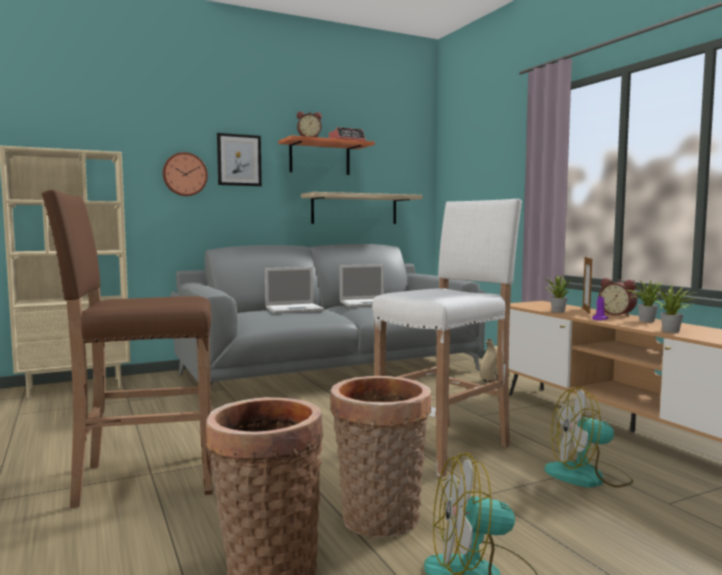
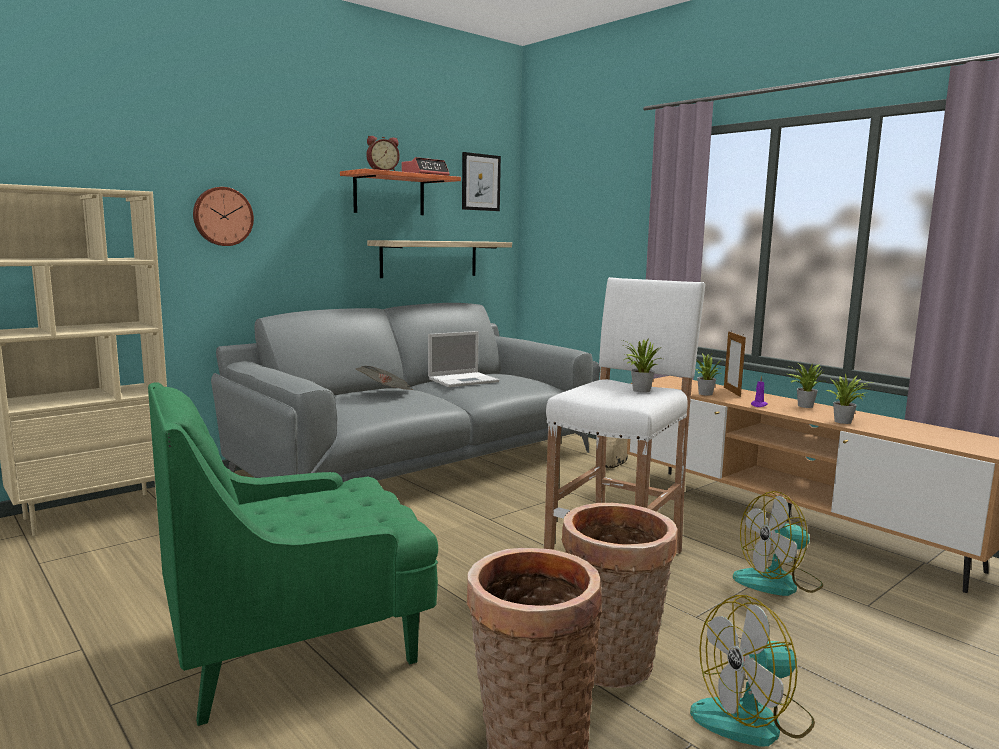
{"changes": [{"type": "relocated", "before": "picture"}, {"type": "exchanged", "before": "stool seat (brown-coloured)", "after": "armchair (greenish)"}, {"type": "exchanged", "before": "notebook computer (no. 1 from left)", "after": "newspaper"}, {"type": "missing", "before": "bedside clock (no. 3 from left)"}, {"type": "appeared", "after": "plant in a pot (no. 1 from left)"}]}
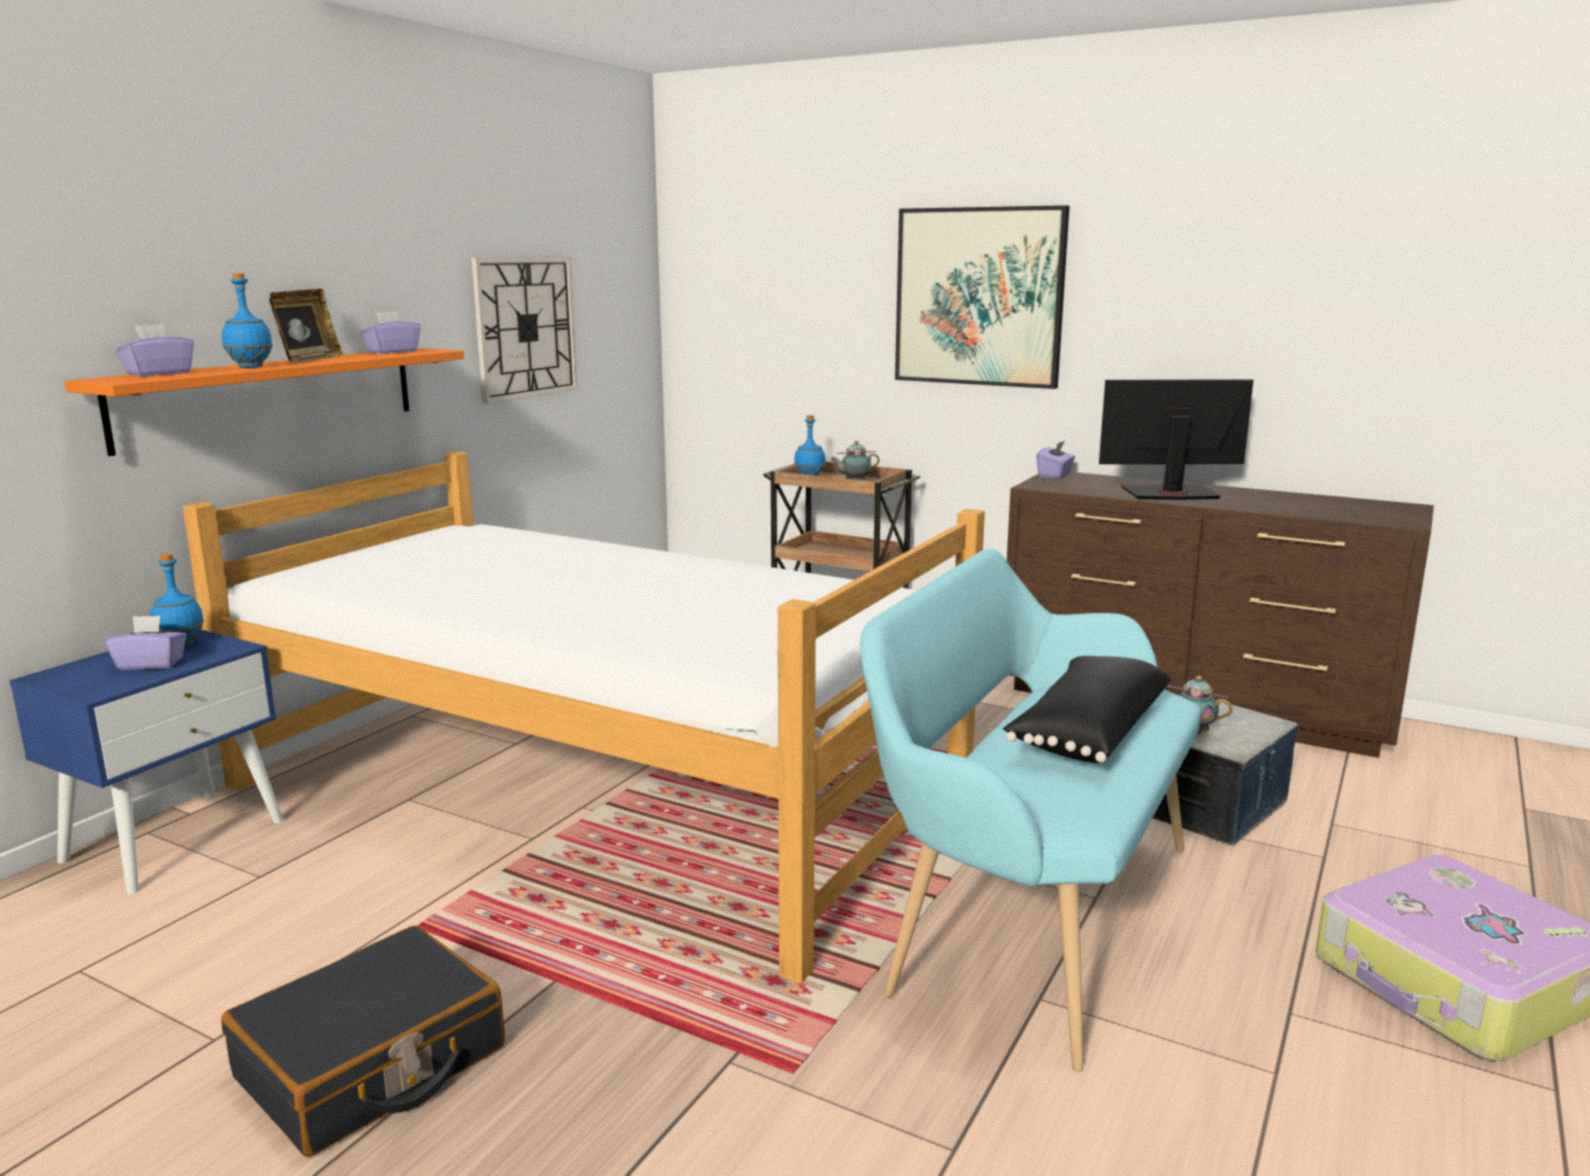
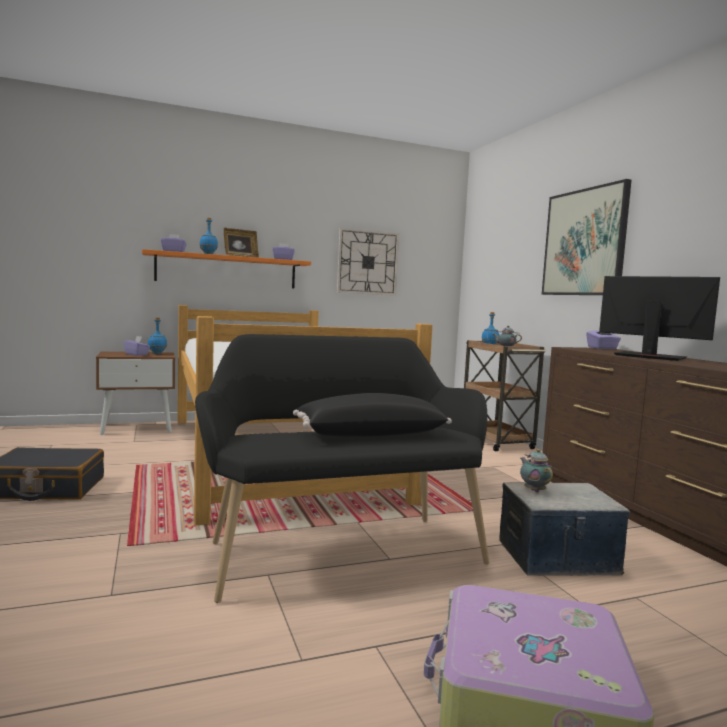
{"changes": [{"type": "colour", "before": "bench (turquoise)", "after": "bench (black)"}, {"type": "colour", "before": "bedside table (blue)", "after": "bedside table (brown-coloured)"}]}
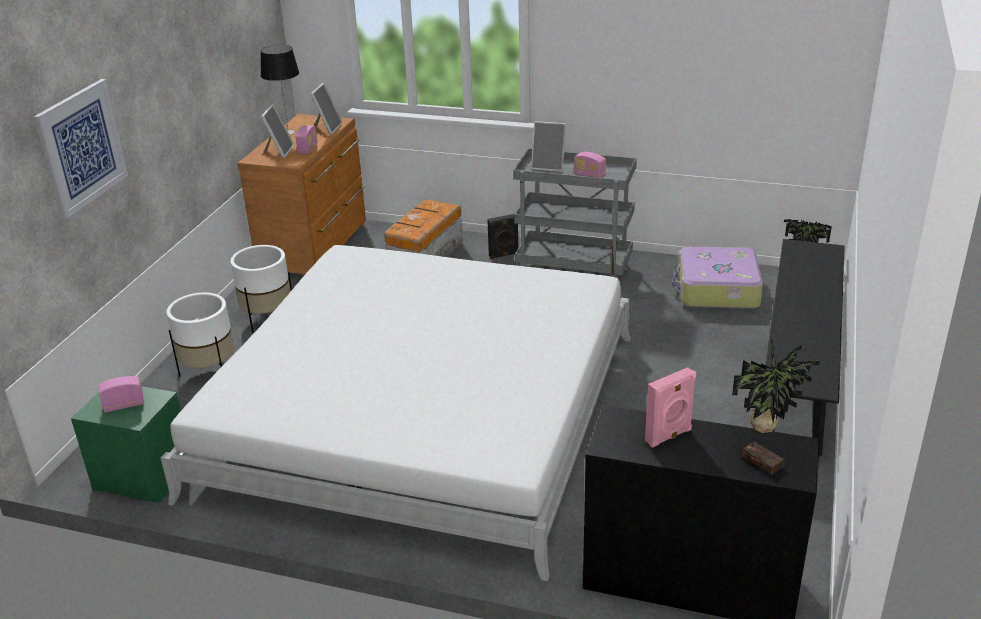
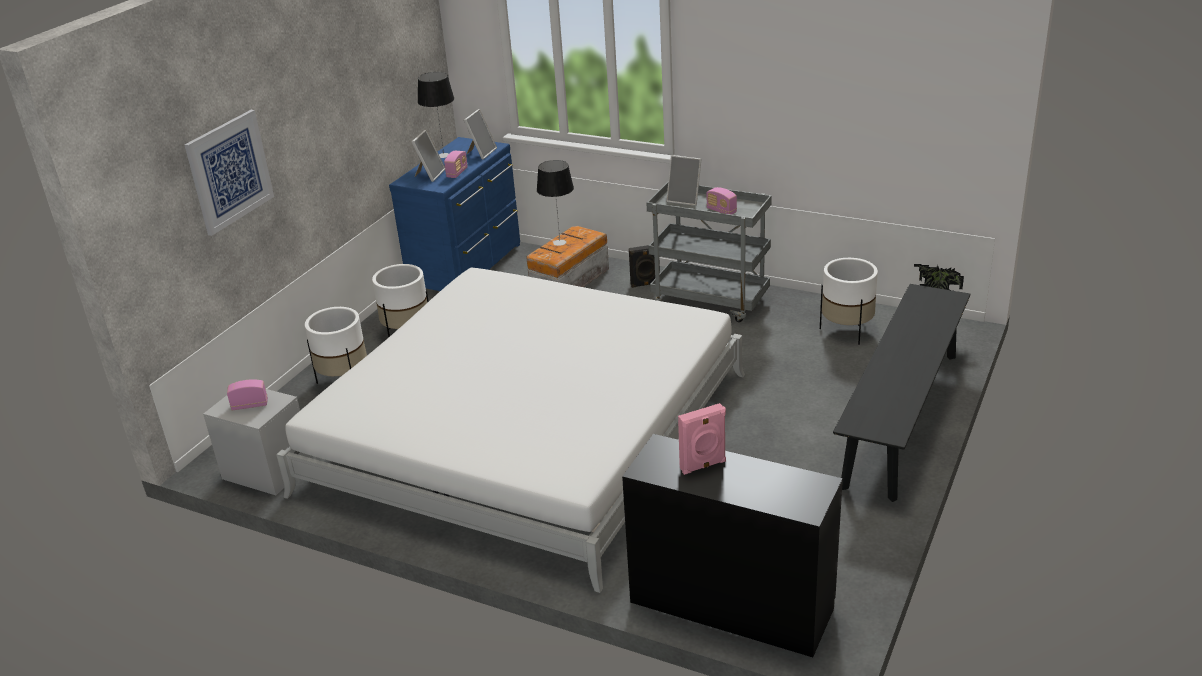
{"changes": [{"type": "colour", "before": "drawer chest (brown-coloured)", "after": "drawer chest (blue)"}, {"type": "exchanged", "before": "suitcase", "after": "plant pot (white-coloured) (no. 3 from left)"}, {"type": "missing", "before": "plant in a pot (no. 1 from left)"}, {"type": "colour", "before": "bedside table (greenish)", "after": "bedside table (greyish)"}, {"type": "appeared", "after": "table lamp (no. 2 from left)"}]}
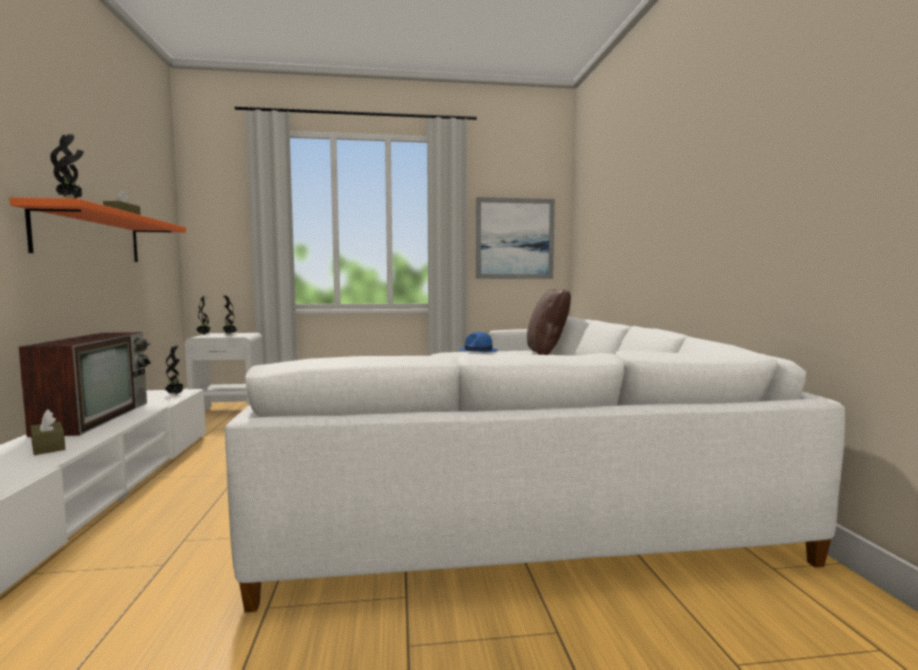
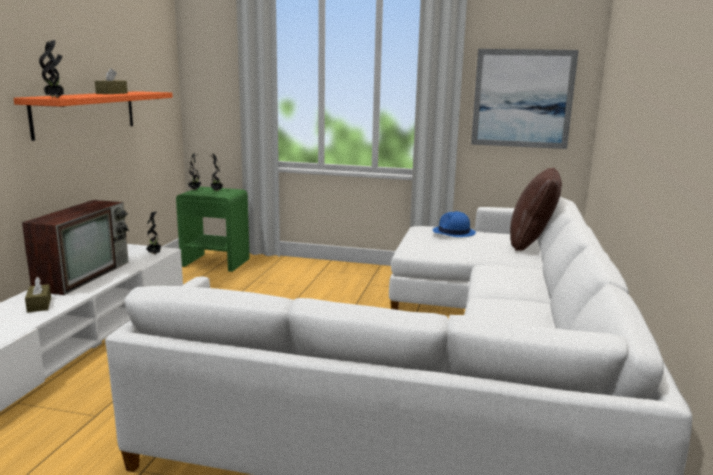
{"changes": [{"type": "colour", "before": "bedside table (white-coloured)", "after": "bedside table (greenish)"}]}
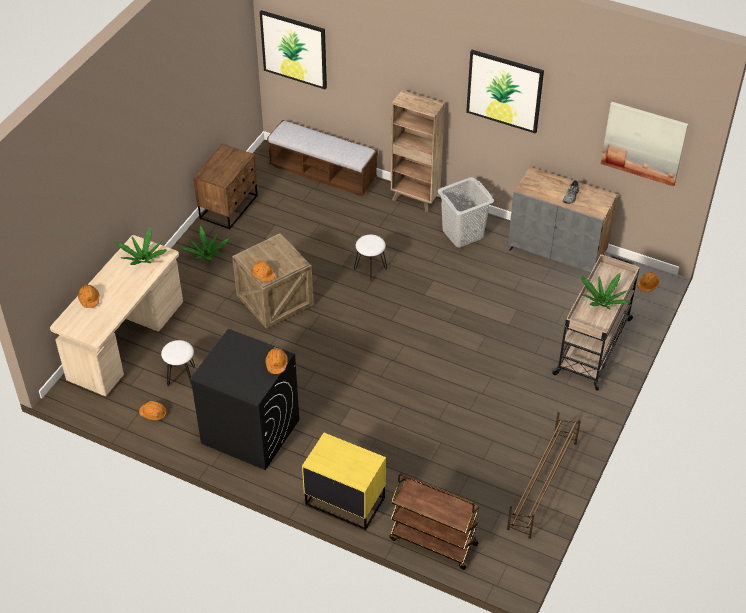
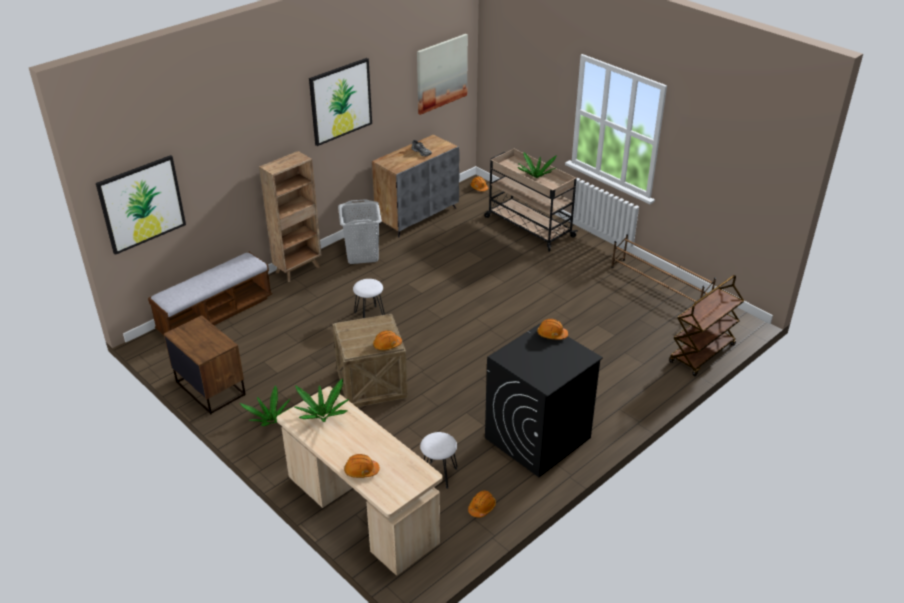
{"changes": [{"type": "missing", "before": "bedside table (yellowish)"}]}
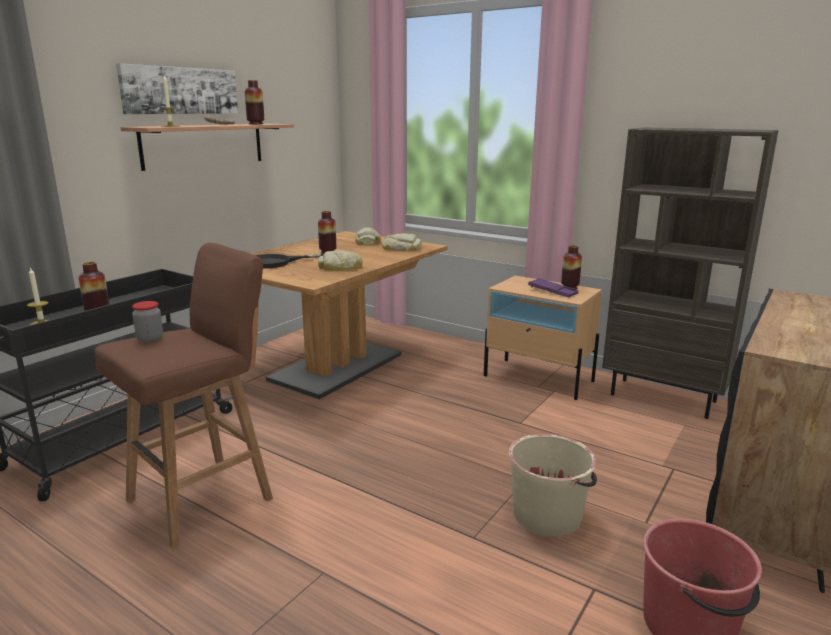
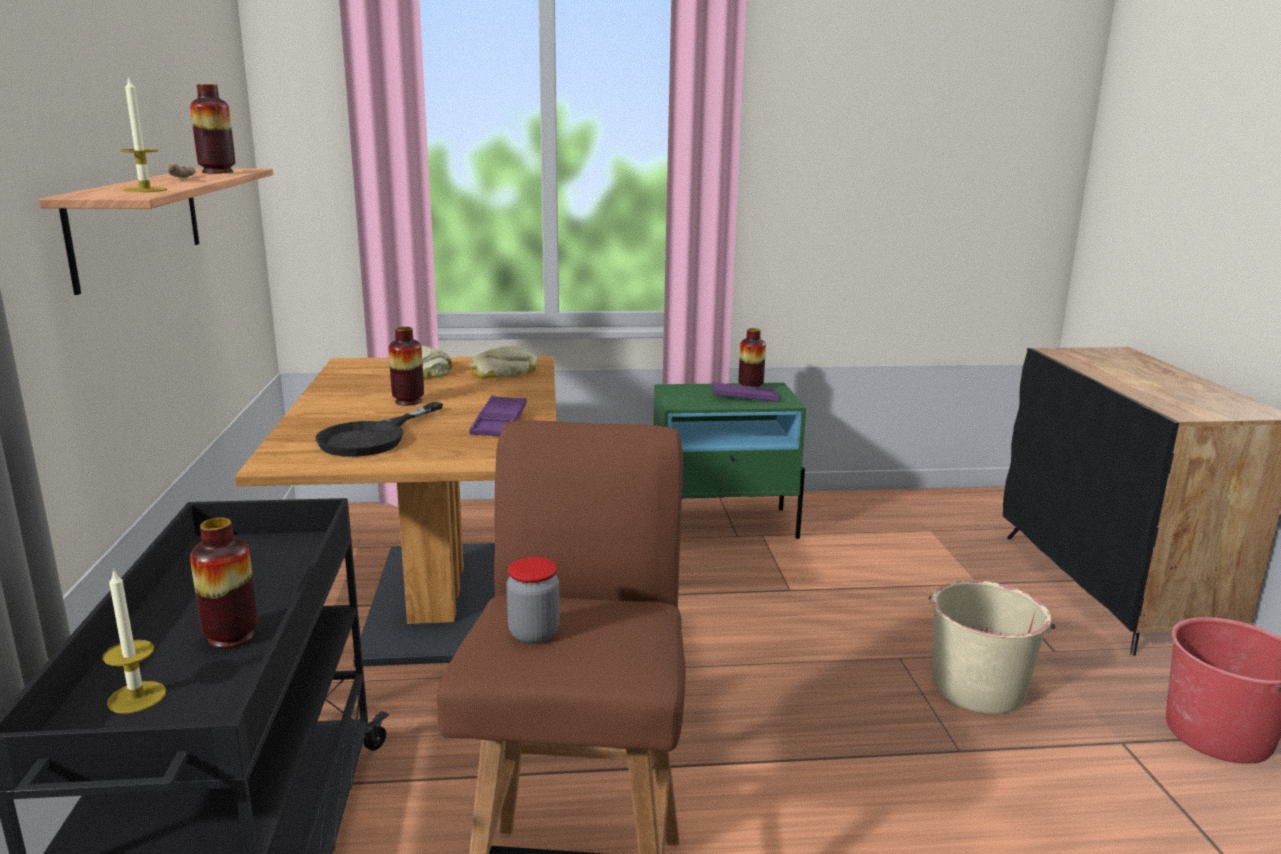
{"changes": [{"type": "missing", "before": "picture"}, {"type": "missing", "before": "bookcase (brown-coloured)"}, {"type": "exchanged", "before": "bread (no. 2 from left)", "after": "serving tray (purple-coloured) (no. 1 from left)"}, {"type": "colour", "before": "bedside table (sand-coloured)", "after": "bedside table (greenish)"}]}
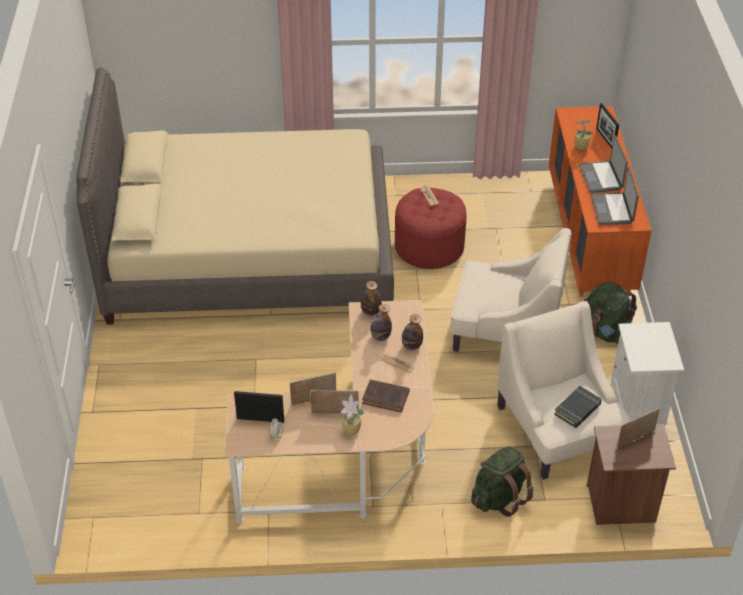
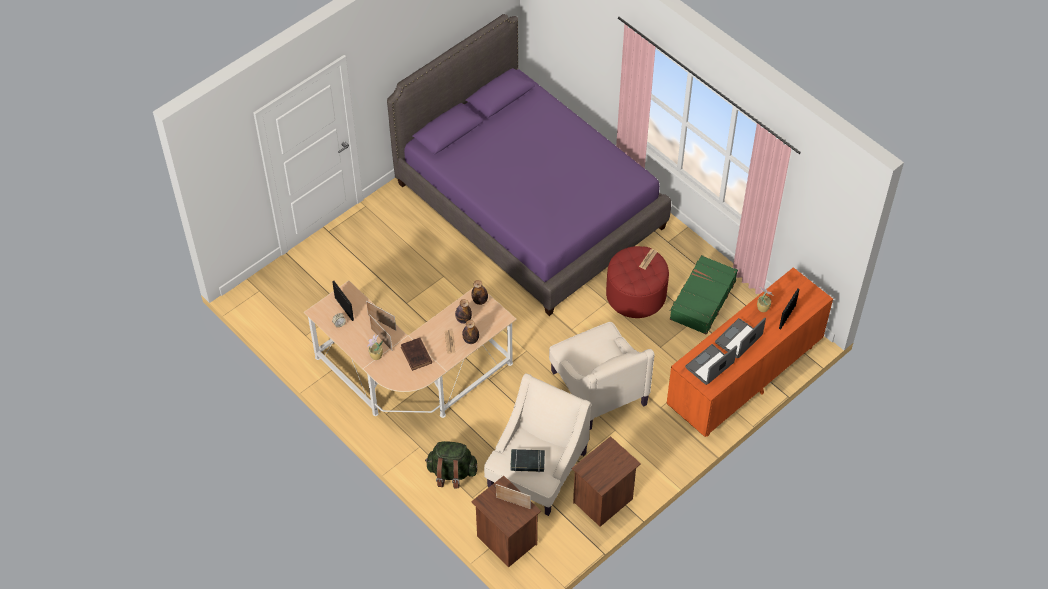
{"changes": [{"type": "colour", "before": "bedroom bed (sand-coloured)", "after": "bedroom bed (purple-coloured)"}, {"type": "missing", "before": "rucksack (greenish) (no. 2 from left)"}, {"type": "colour", "before": "bedside table (white-coloured)", "after": "bedside table (brown-coloured) (no. 2 from left)"}, {"type": "appeared", "after": "suitcase (greenish)"}]}
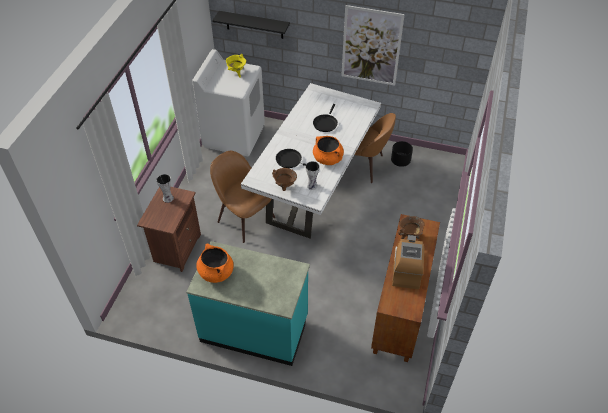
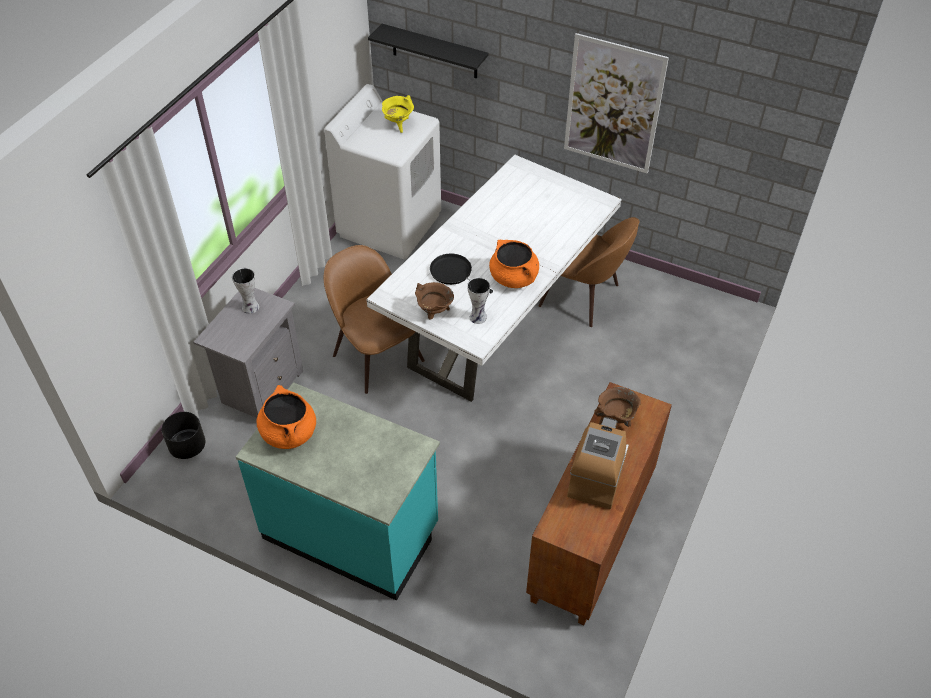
{"changes": [{"type": "missing", "before": "pan (black) (no. 2 from left)"}, {"type": "relocated", "before": "plant pot (black)"}, {"type": "colour", "before": "bedside table (brown-coloured)", "after": "bedside table (greyish)"}]}
